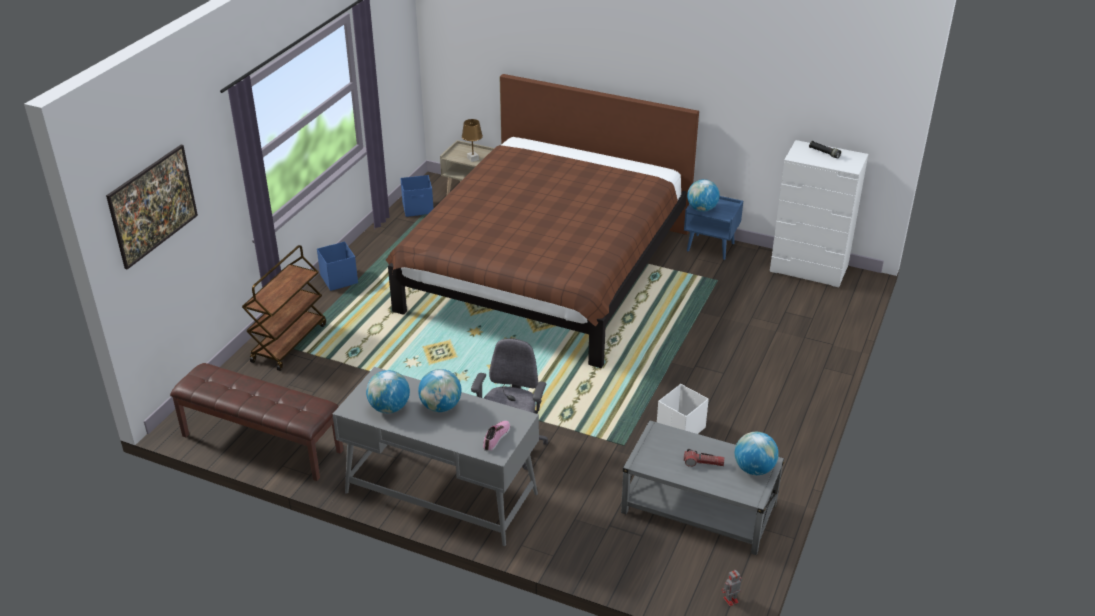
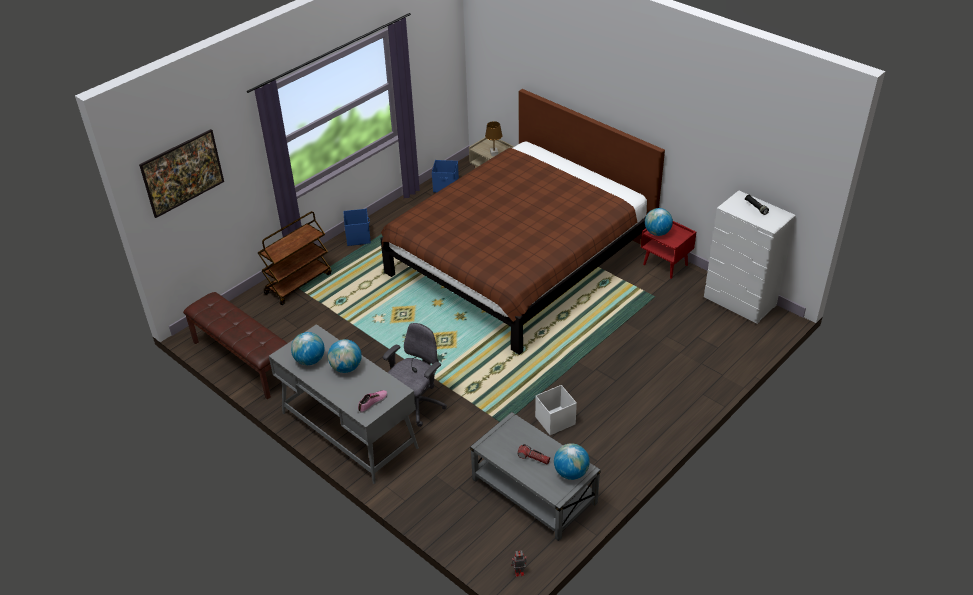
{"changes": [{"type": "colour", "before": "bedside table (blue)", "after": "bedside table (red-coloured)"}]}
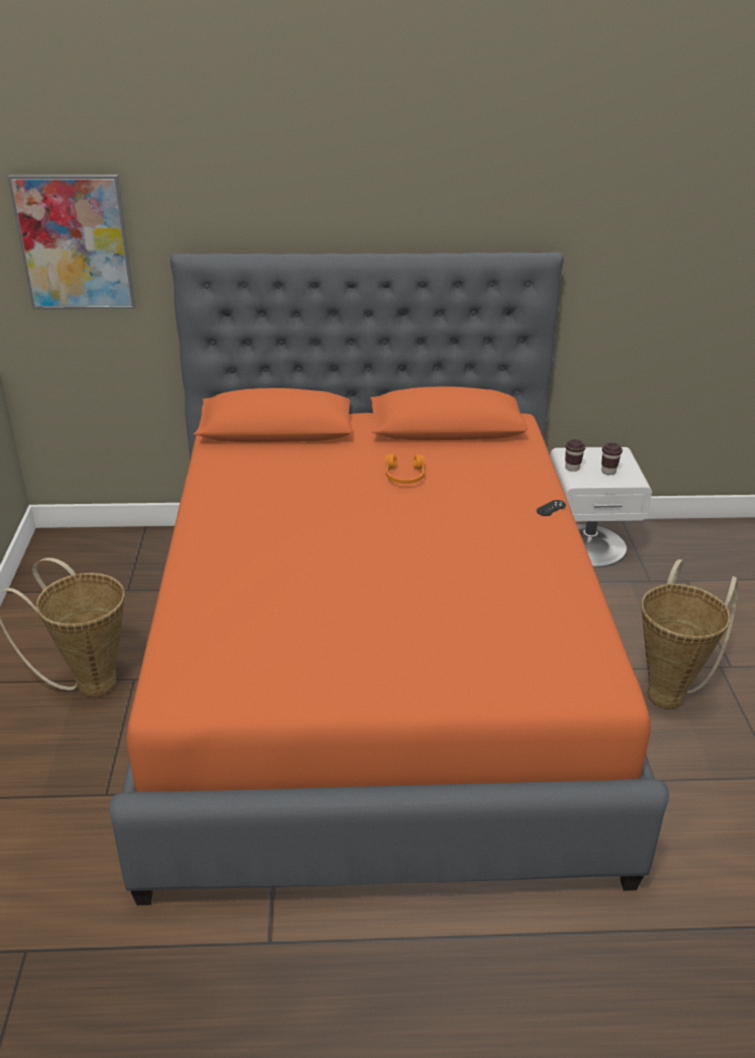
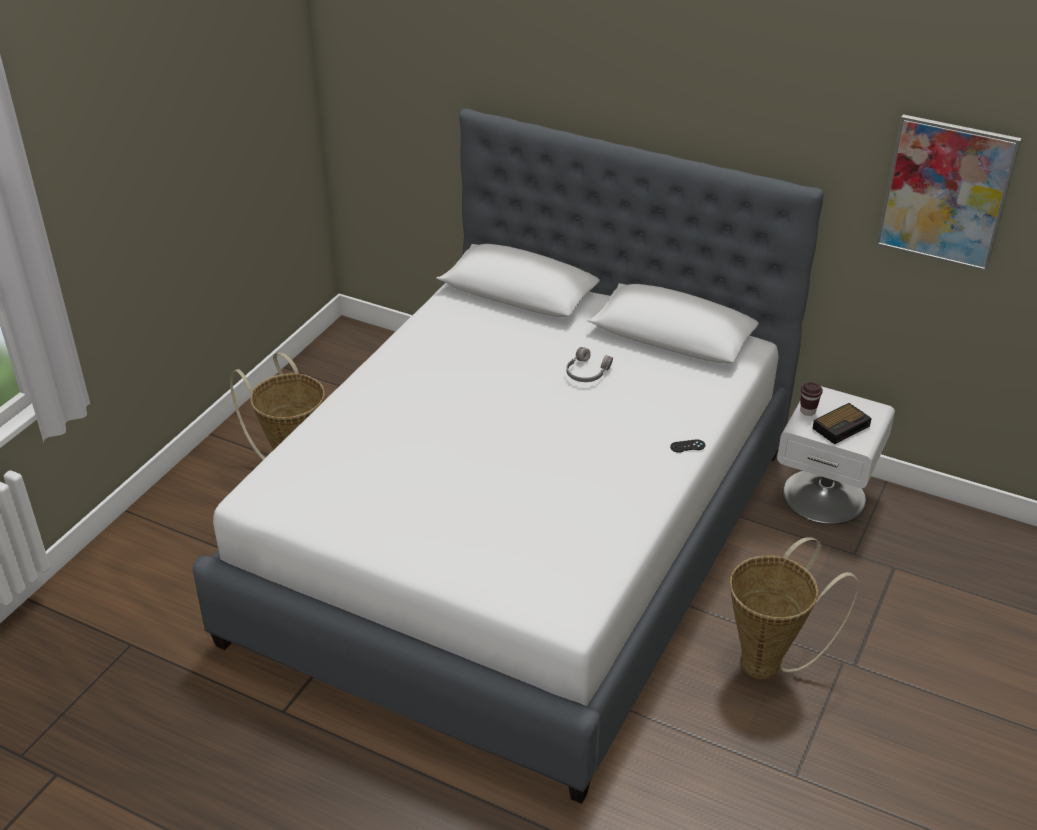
{"changes": [{"type": "relocated", "before": "picture"}, {"type": "colour", "before": "bedroom bed (orange)", "after": "bedroom bed (white-coloured)"}, {"type": "exchanged", "before": "cup (brown-coloured) (no. 2 from left)", "after": "bedside clock"}, {"type": "colour", "before": "headphones (orange)", "after": "headphones (greyish)"}]}
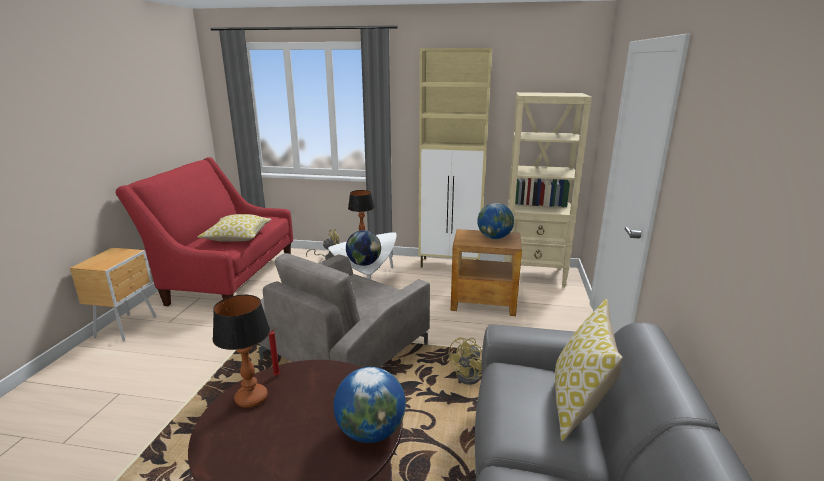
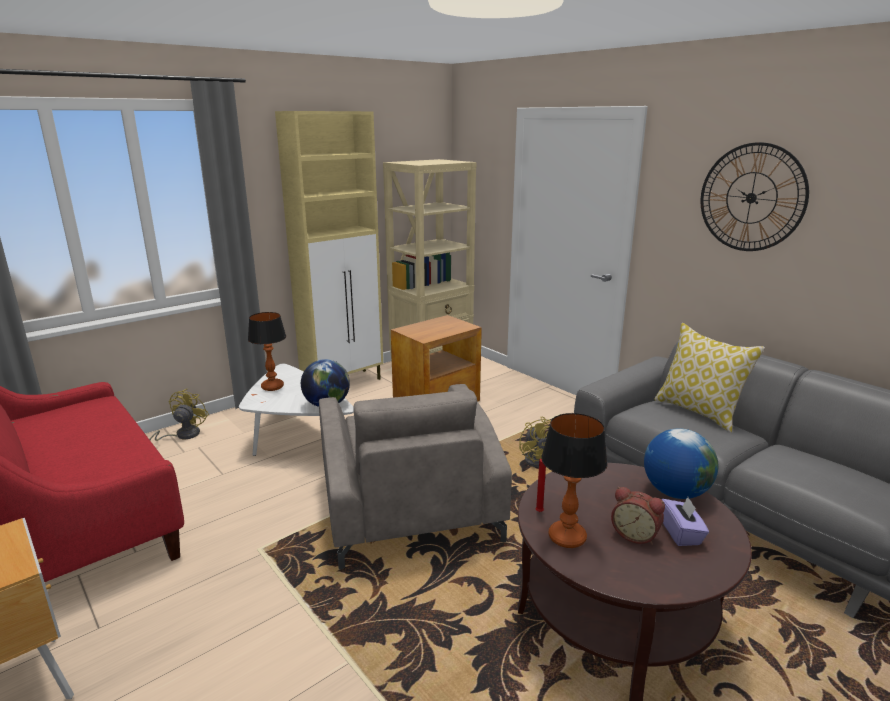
{"changes": [{"type": "missing", "before": "globe (no. 3 from left)"}, {"type": "missing", "before": "throw pillow (no. 1 from left)"}, {"type": "appeared", "after": "wall clock"}, {"type": "appeared", "after": "bedside clock"}, {"type": "appeared", "after": "tissue box (purple-coloured)"}]}
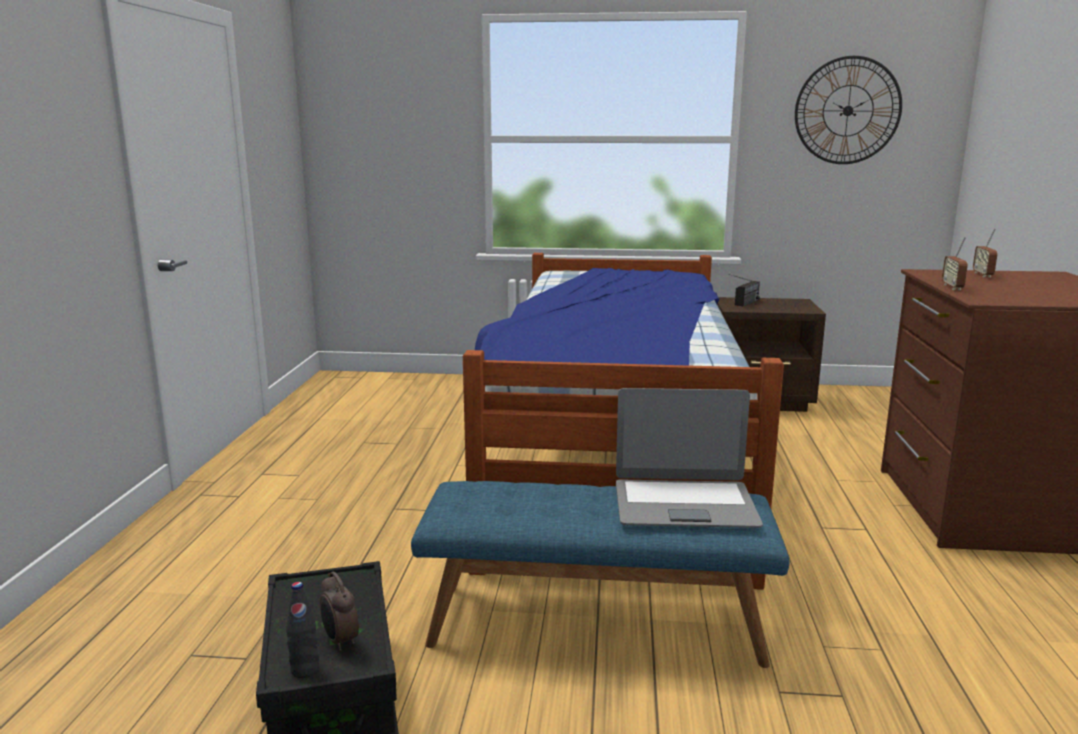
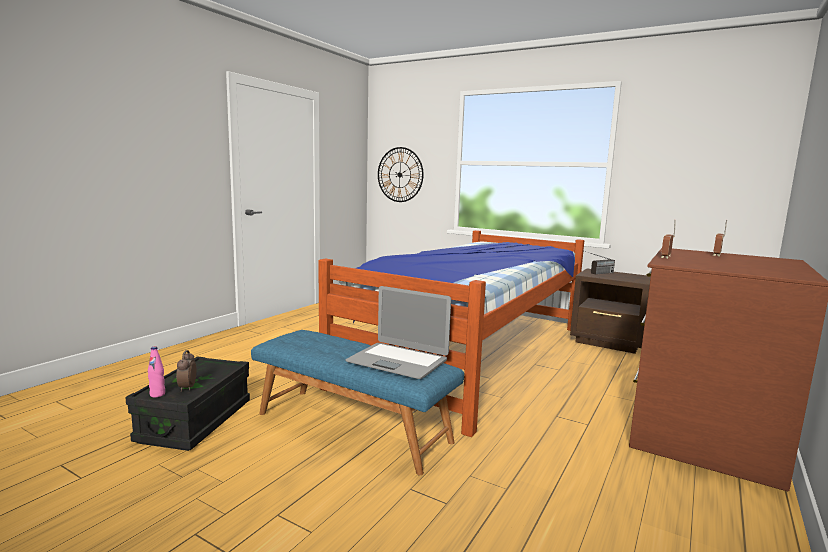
{"changes": [{"type": "relocated", "before": "wall clock"}, {"type": "colour", "before": "beverage bottle (black)", "after": "beverage bottle (pink)"}]}
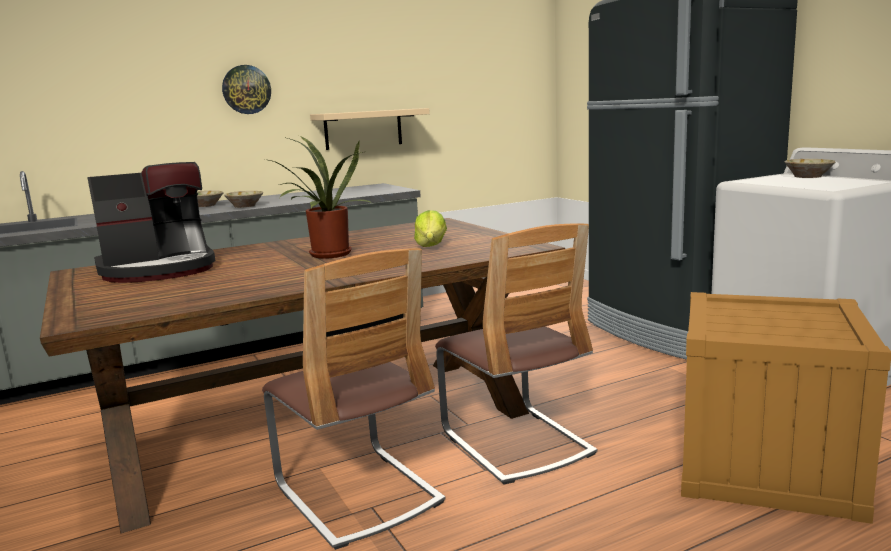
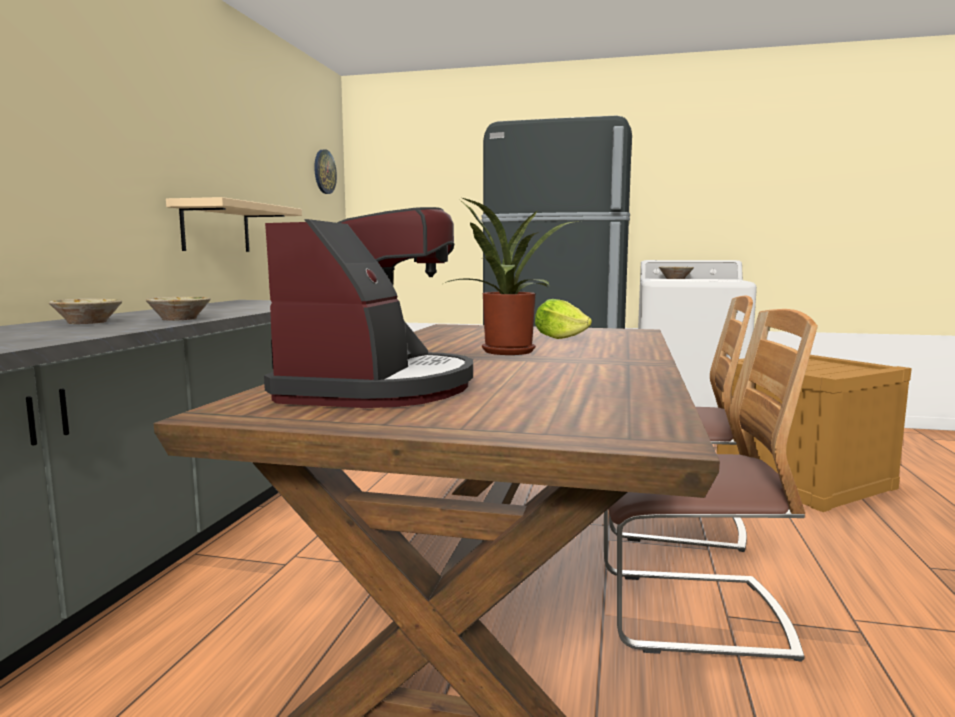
{"changes": [{"type": "relocated", "before": "wall clock"}]}
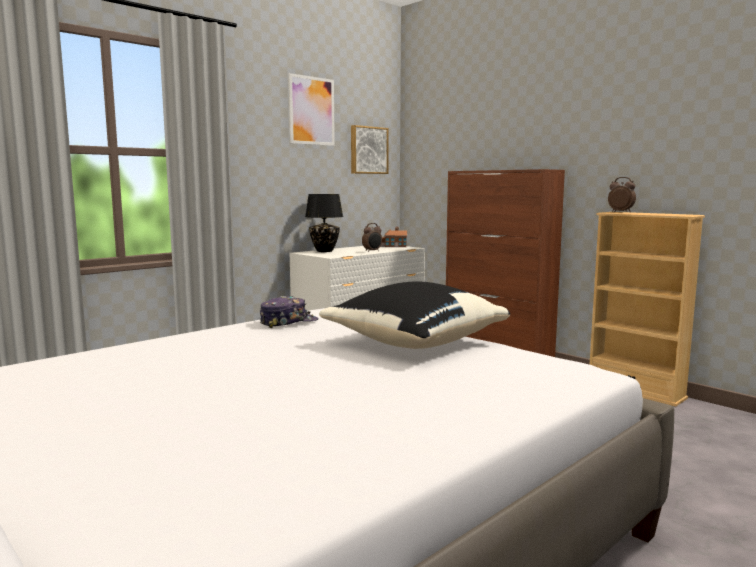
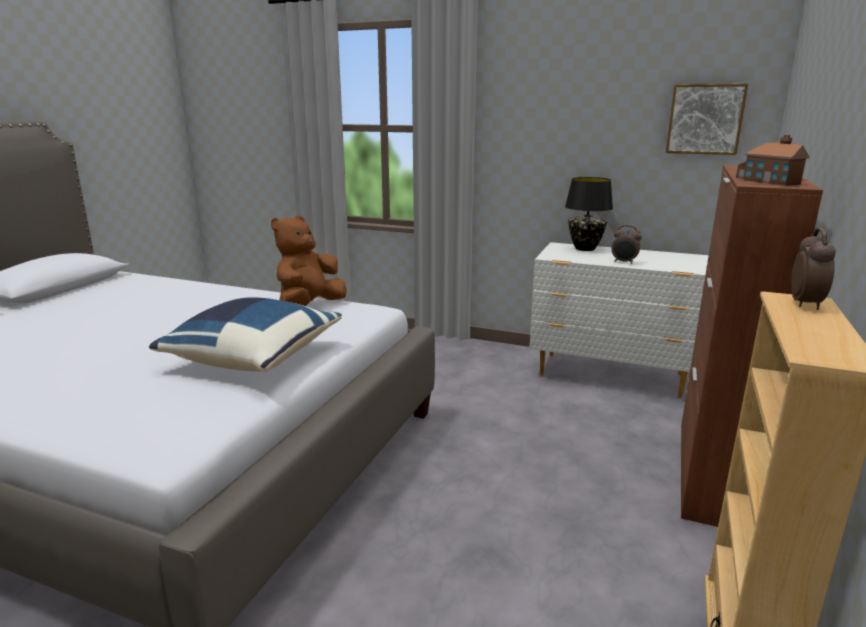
{"changes": [{"type": "missing", "before": "picture (no. 1 from left)"}, {"type": "relocated", "before": "model house"}, {"type": "colour", "before": "throw pillow (black)", "after": "throw pillow (blue)"}, {"type": "exchanged", "before": "peaked cap", "after": "cuddly toy (brown-coloured)"}]}
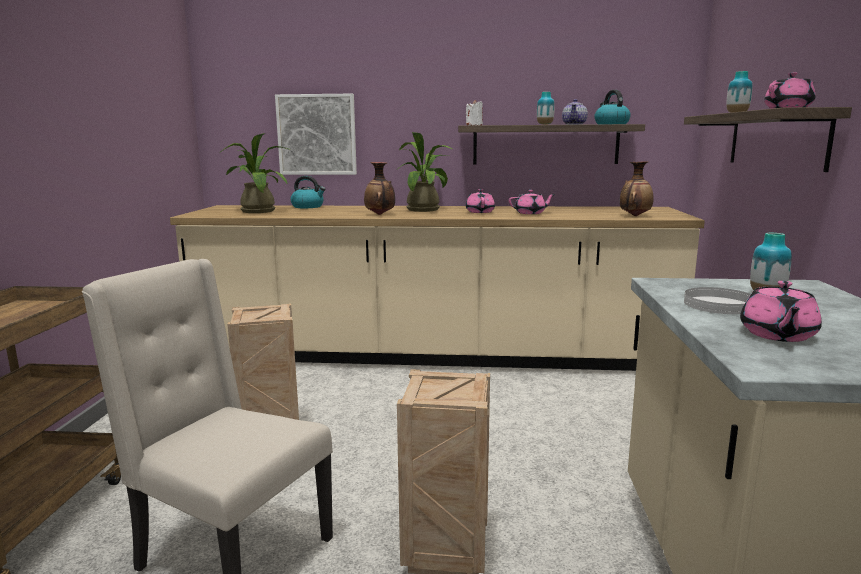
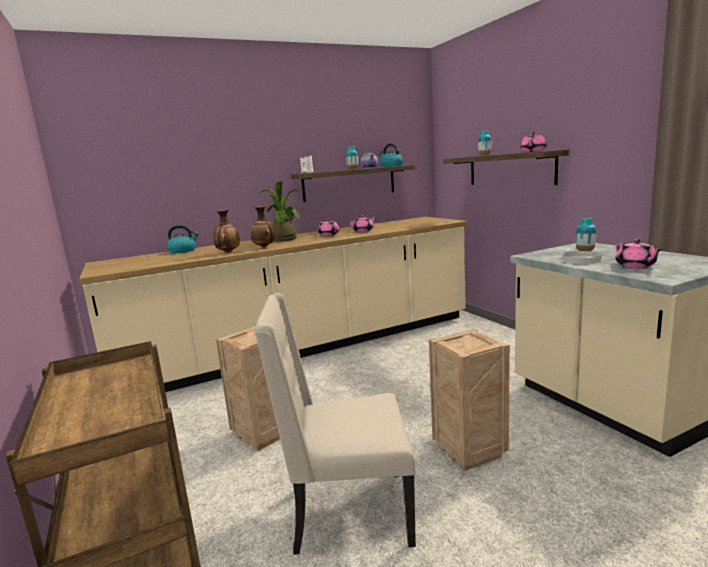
{"changes": [{"type": "missing", "before": "picture"}, {"type": "missing", "before": "plant in a pot (no. 1 from left)"}, {"type": "relocated", "before": "vase (no. 3 from left in the first image)", "after": "vase (no. 1 from left)"}]}
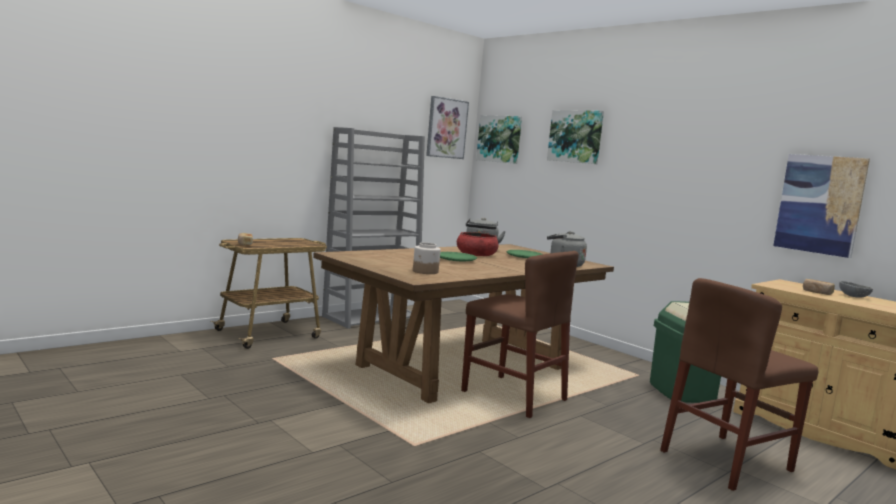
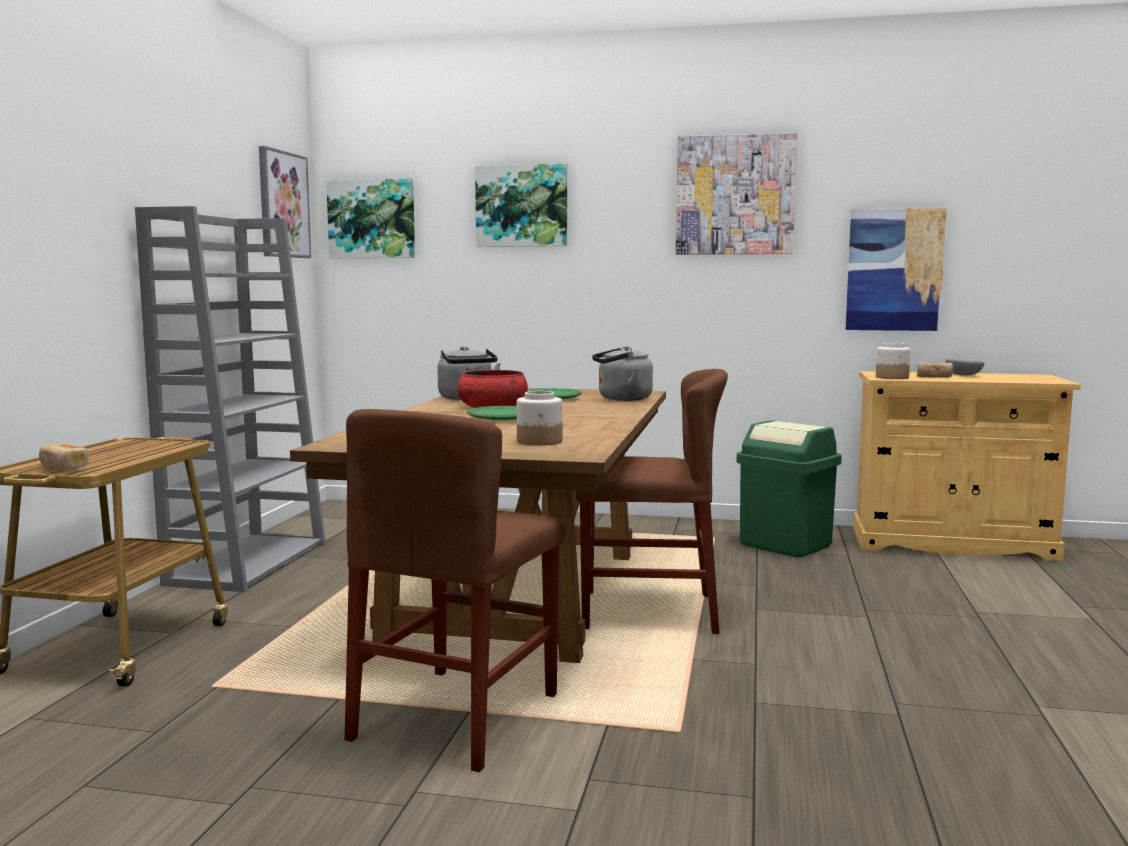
{"changes": [{"type": "relocated", "before": "chair (brown-coloured) (no. 2 from left in the first image)", "after": "chair (brown-coloured) (no. 1 from left)"}, {"type": "appeared", "after": "picture (no. 4 from left)"}, {"type": "appeared", "after": "storage jar (no. 2 from left)"}]}
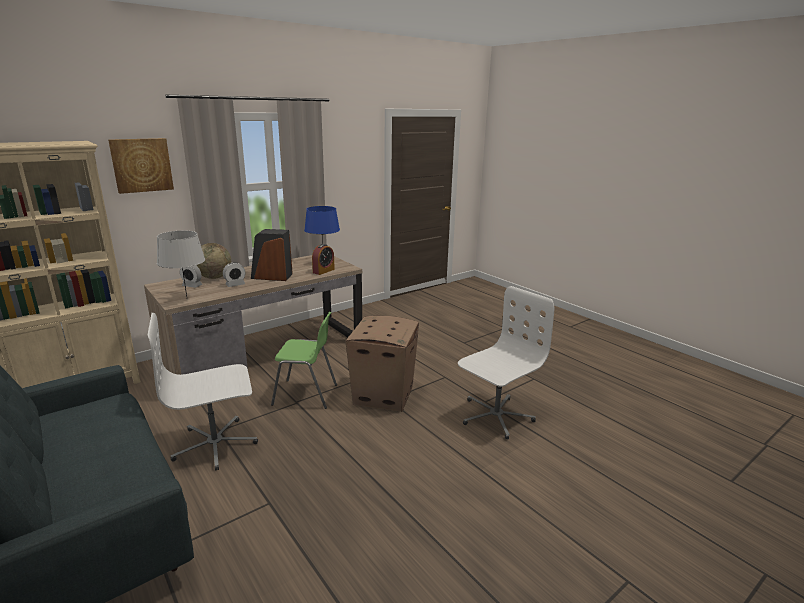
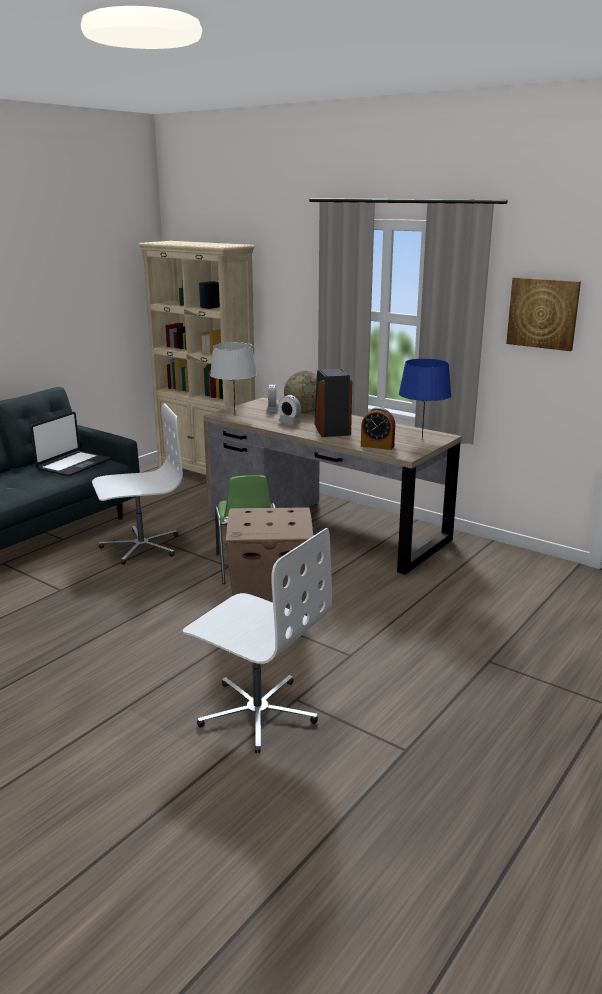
{"changes": [{"type": "relocated", "before": "picture"}, {"type": "spun", "before": "computer chair (white-coloured) (no. 1 from left)", "turn": 105}, {"type": "appeared", "after": "notebook computer"}]}
